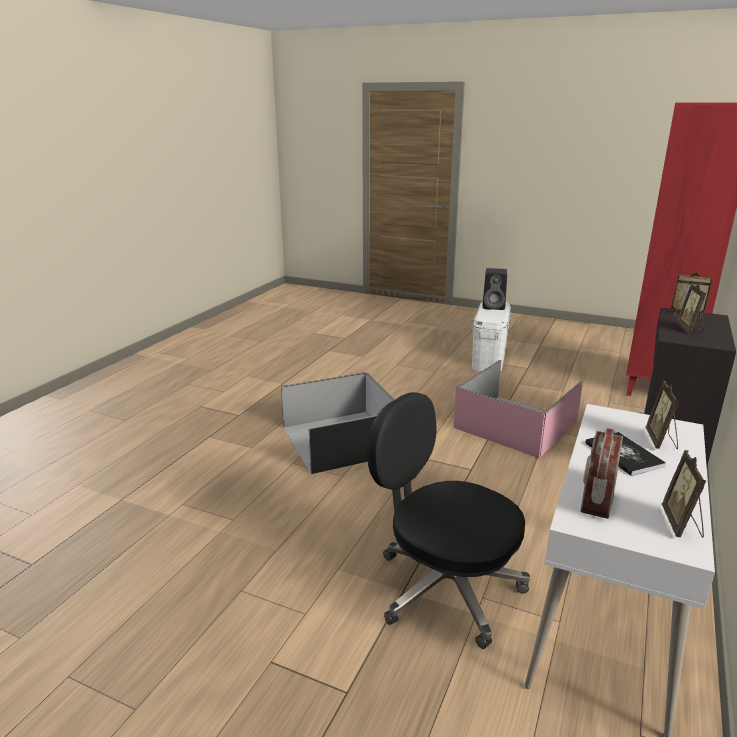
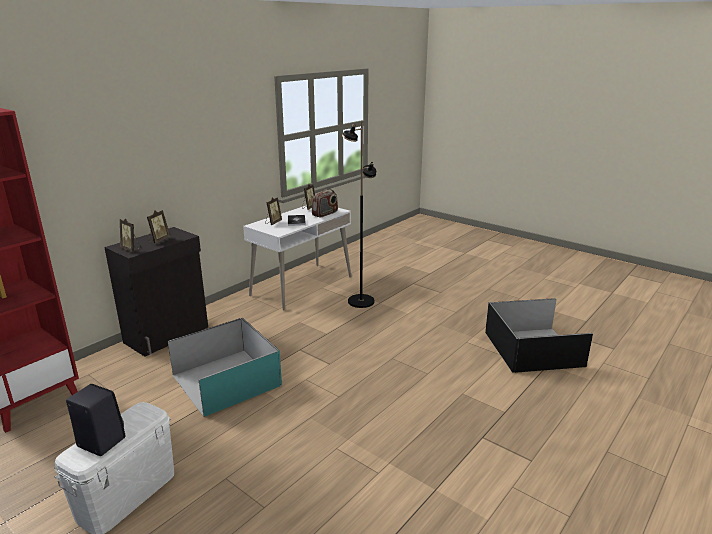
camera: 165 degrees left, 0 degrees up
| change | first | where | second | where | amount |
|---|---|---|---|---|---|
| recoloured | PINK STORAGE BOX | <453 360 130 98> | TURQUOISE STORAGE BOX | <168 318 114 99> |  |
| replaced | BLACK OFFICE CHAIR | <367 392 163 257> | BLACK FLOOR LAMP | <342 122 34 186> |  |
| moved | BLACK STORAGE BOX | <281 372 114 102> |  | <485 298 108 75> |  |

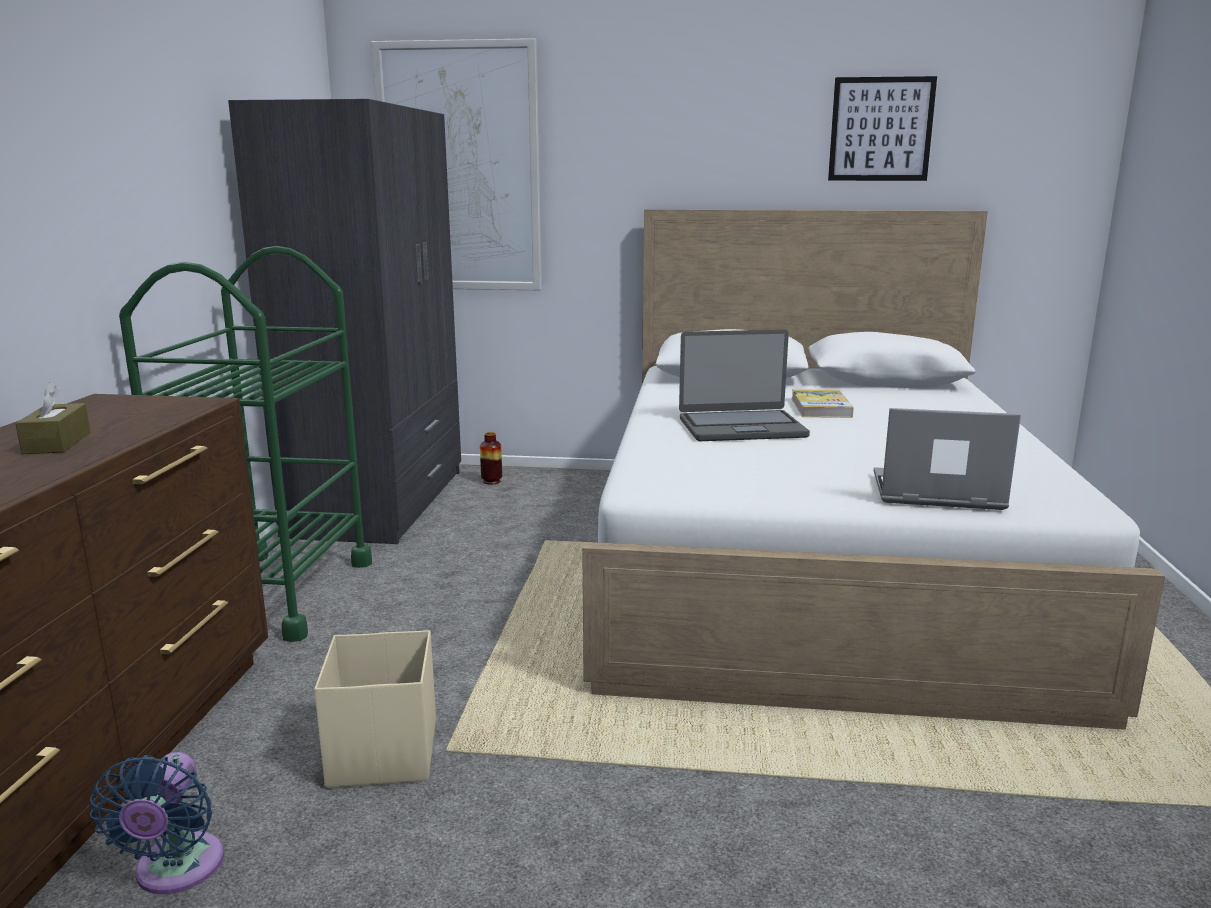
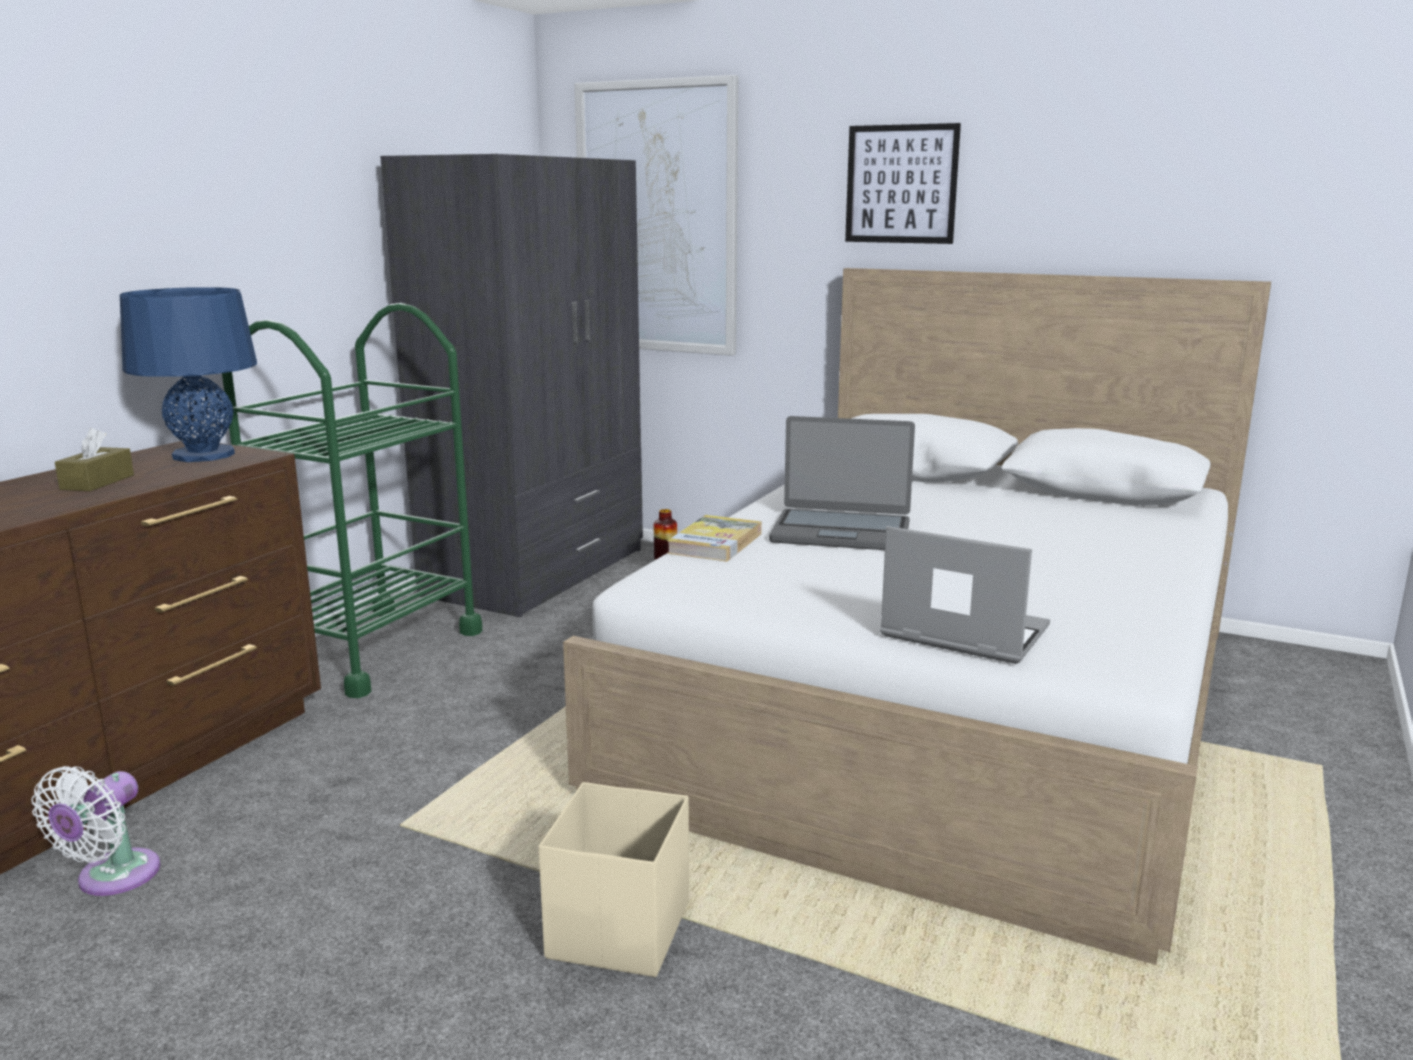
camera: 20 degrees right, 0 degrees up
| change | first | where | second | where | amount |
|---|---|---|---|---|---|
| recoloured | BLUE FAN | <90 752 134 142> | WHITE FAN | <31 766 129 130> |  |
| added |  |  | BLUE TABLE LAMP | <120 287 137 175> |  |
| moved | BEIGE STORAGE BOX | <314 630 122 158> |  | <538 782 151 195> |  |
| moved | BOOK | <791 389 63 29> |  | <667 515 95 47> |  |
| moved | PICTURE | <828 76 109 105> |  | <845 123 116 121> |  |

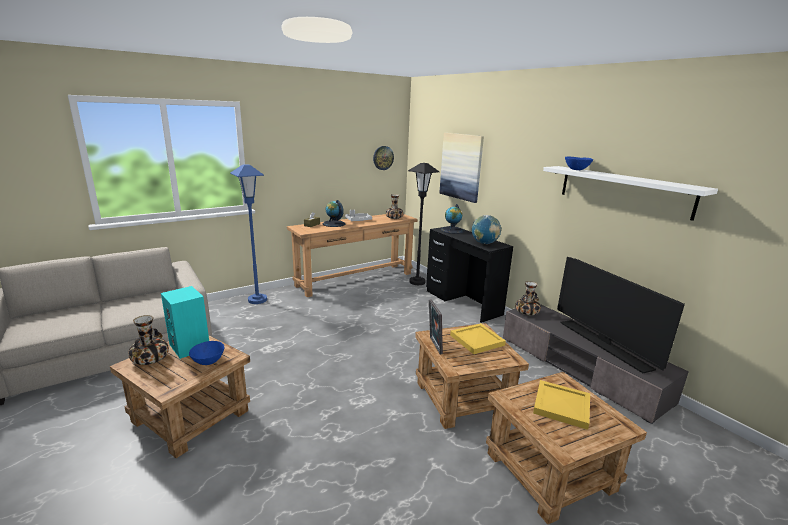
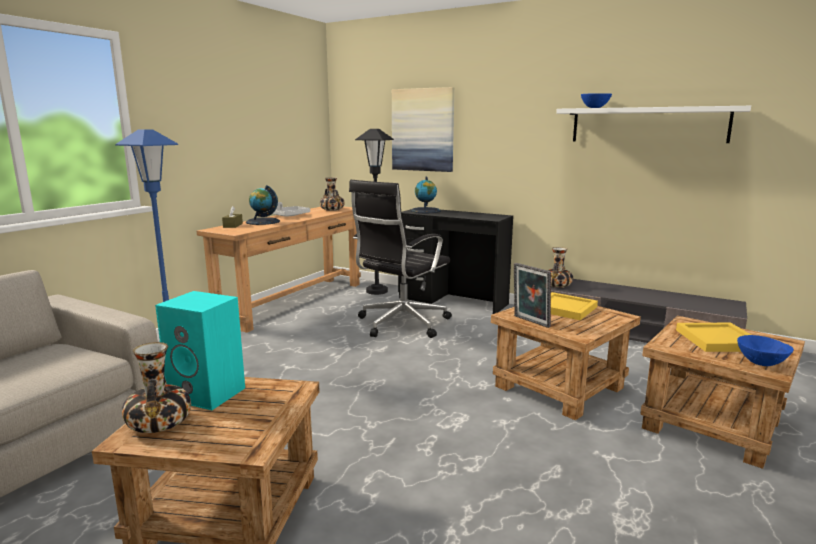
camera: 25 degrees left, 5 degrees down
| change | first | where | second | where | amount |
|---|---|---|---|---|---|
| added |  |  | BLACK OFFICE CHAIR | <349 180 103 158> |  |
| moved | BLUE BOWL | <189 341 35 24> |  | <737 335 57 31> |  |
| removed | WALL CLOCK | <373 146 21 24> |  |  |  |
| removed | GLOBE | <472 215 29 29> |  |  |  |
| removed | TELEVISION | <557 257 128 116> |  |  |  |

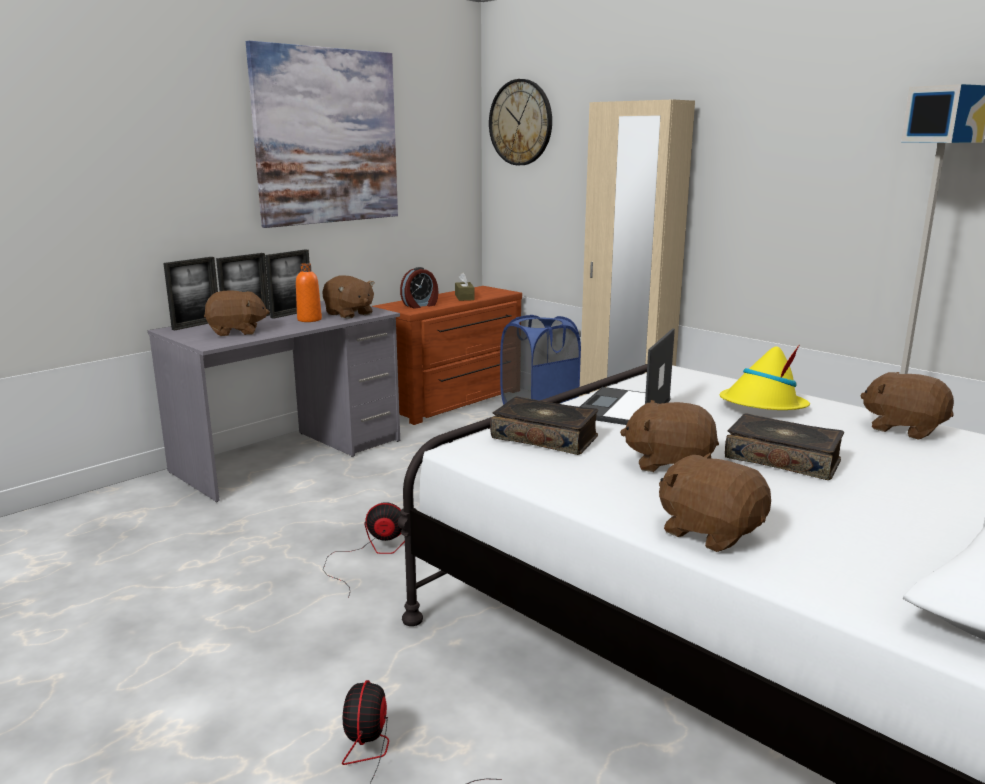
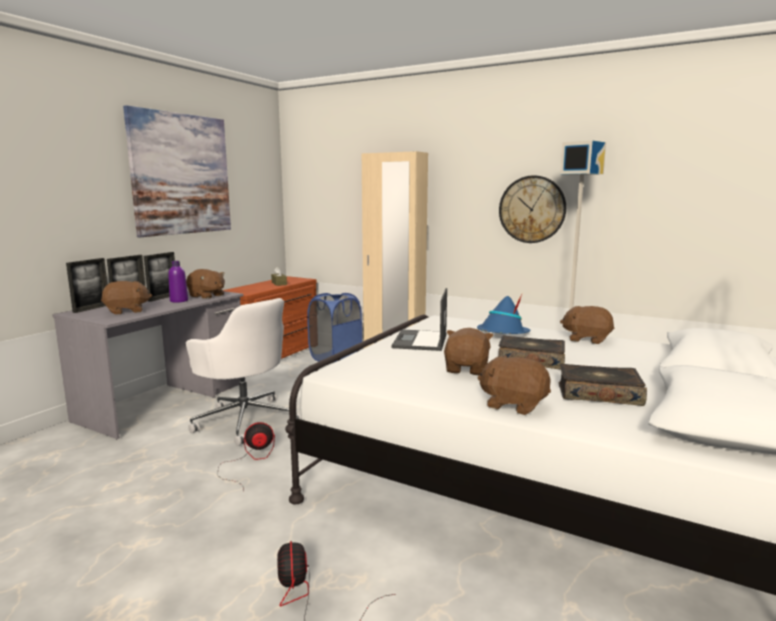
camera: 15 degrees left, 5 degrees down
| change | first | where | second | where | amount |
|---|---|---|---|---|---|
| recoloured | ORANGE BOTTLE | <296 263 26 59> | PURPLE BOTTLE | <168 261 20 42> |  |
| added |  |  | WHITE OFFICE CHAIR | <186 298 115 148> |  |
| turned | BROWN PLUSH TOY | <620 400 99 72> |  | <444 328 49 47> | 105 degrees clockwise |
| recoloured | YELLOW HAT | <720 344 90 66> | BLUE HAT | <477 294 54 40> |  |
| moved | WALL CLOCK | <489 79 63 86> |  | <499 175 67 68> |  |
| moved | BOOK | <490 397 108 58> |  | <559 364 88 42> |  |
| removed | ALARM CLOCK | <400 267 39 41> |  |  |  |

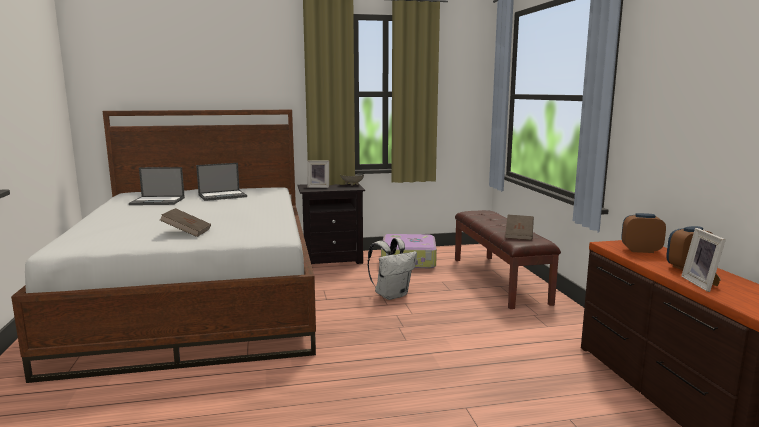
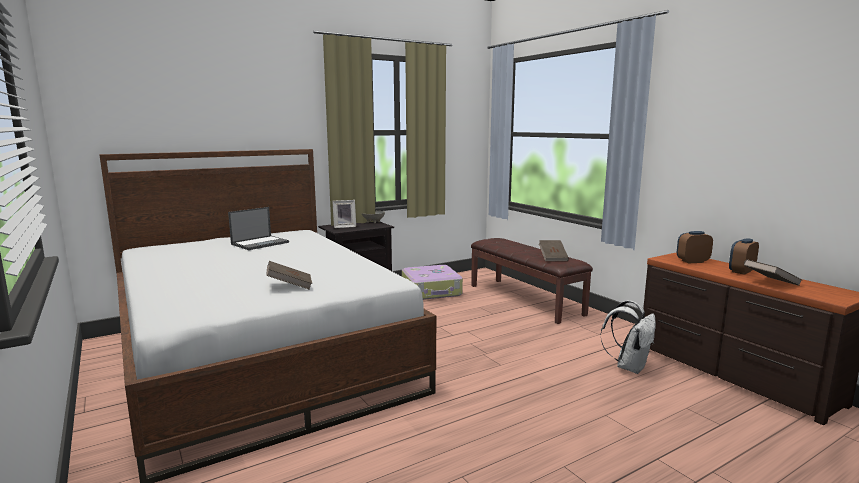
camera: 20 degrees left, 0 degrees up
| change | first | where | second | where | amount |
|---|---|---|---|---|---|
| moved | WHITE BACKPACK | <368 238 49 62> |  | <600 300 56 74> |  |
| replaced | PICTURE FRAME | <681 228 45 64> | BROWN BOOK | <744 259 58 27> |  |
| removed | LAPTOP | <129 167 56 38> |  |  |  |

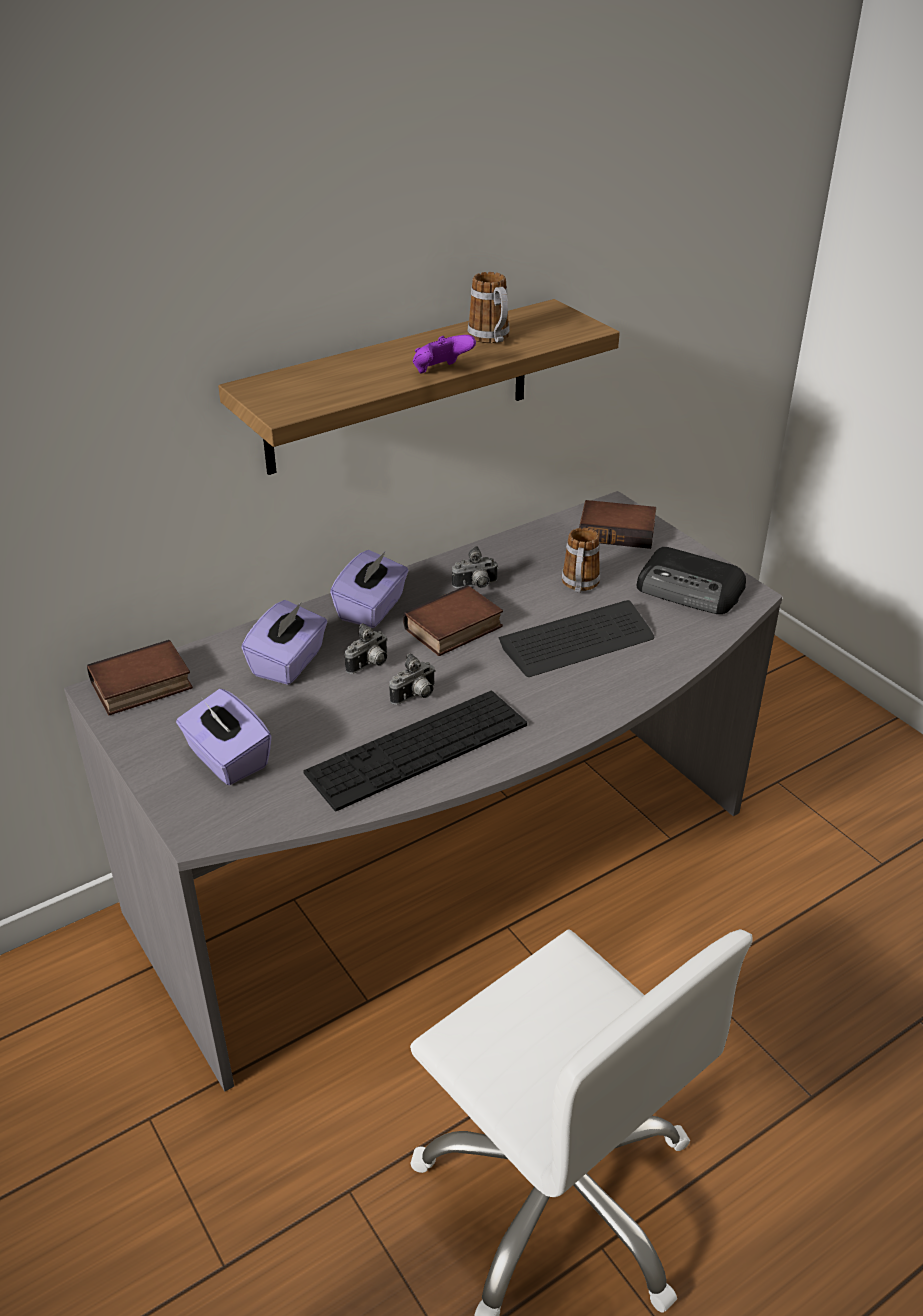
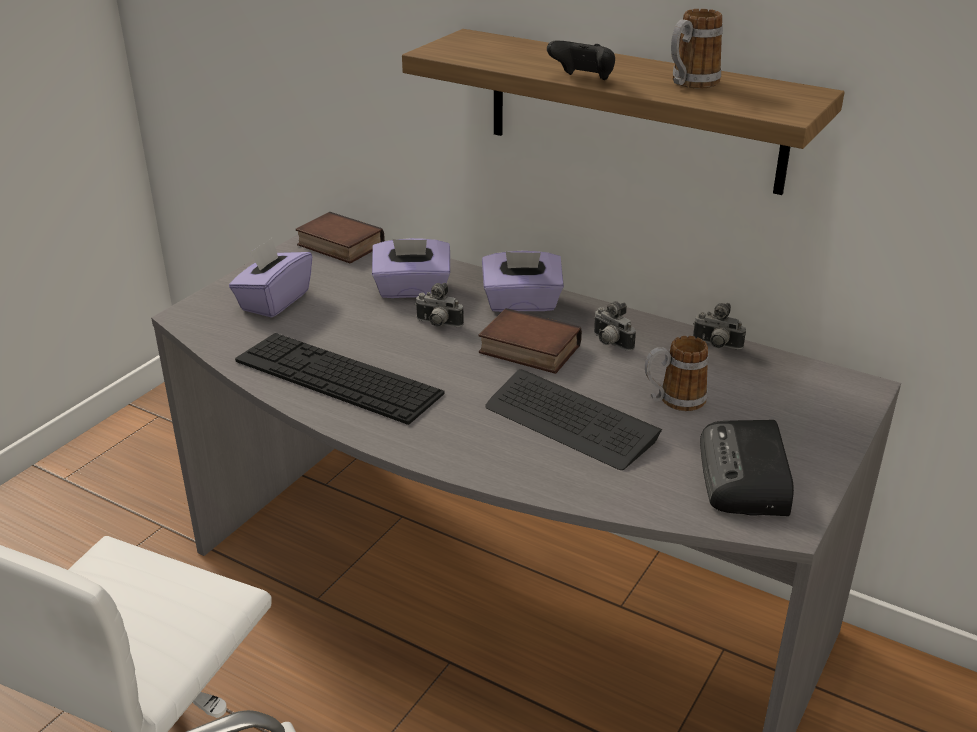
camera: 65 degrees right, 5 degrees down
| change | first | where | second | where | amount |
|---|---|---|---|---|---|
| recoloured | PURPLE GAME CONTROLLER | <413 335 63 39> | BLACK GAME CONTROLLER | <547 41 68 39> |  |
| moved | PHOTO CAMERA | <389 653 47 52> |  | <693 303 53 46> |  |
| removed | BOOK | <579 500 77 49> |  |  |  |

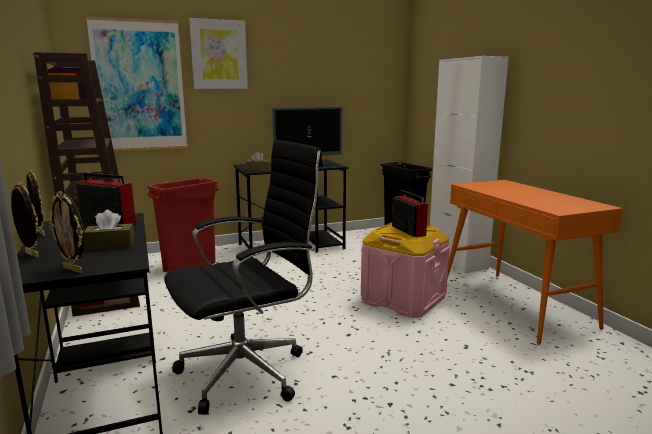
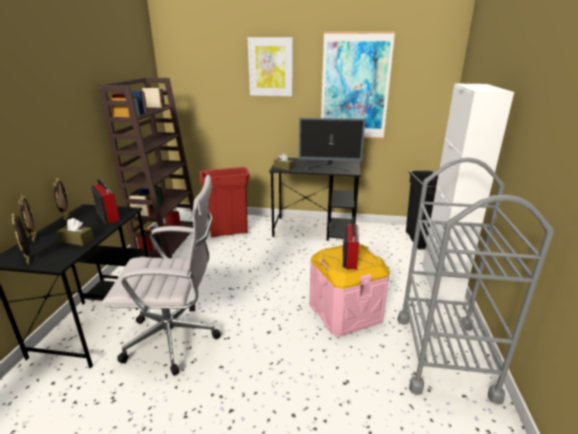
camera: 30 degrees right, 10 degrees up
| change | first | where | second | where | amount |
|---|---|---|---|---|---|
| recoloured | BLACK OFFICE CHAIR | <164 140 159 275> | WHITE OFFICE CHAIR | <102 175 119 201> |  |
| moved | PICTURE | <86 16 101 135> |  | <321 31 74 108> |  |
| replaced | ORANGE CONSOLE TABLE | <447 180 176 165> | GREY CART | <397 157 157 248> |  |

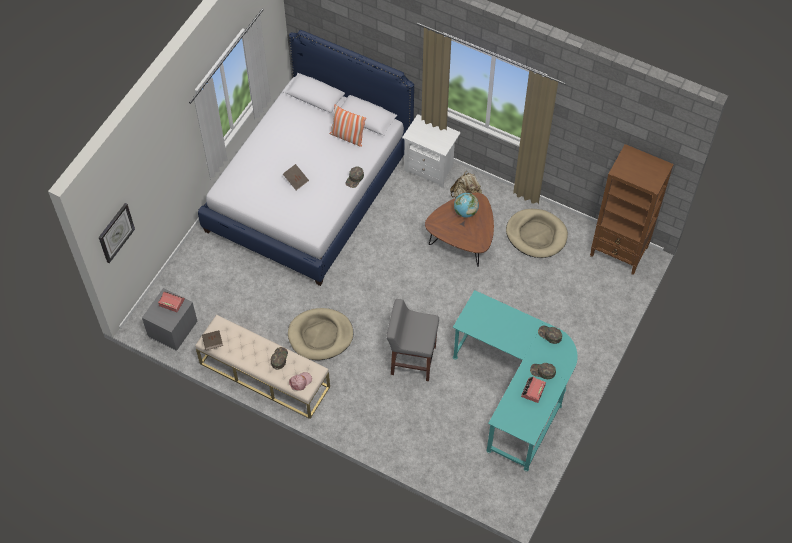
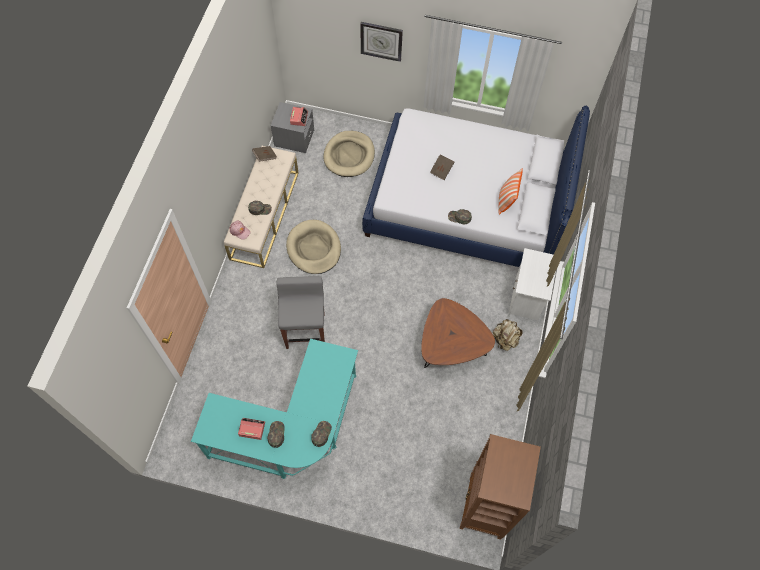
camera: 75 degrees right, 5 degrees up
| change | first | where | second | where | amount |
|---|---|---|---|---|---|
| moved | BEIGE DOG BED | <506 209 62 49> |  | <323 131 52 46> |  |
| moved | WALL CLOCK | <98 203 37 60> |  | <360 22 43 40> |  |
| removed | GLOBE | <454 193 25 25> |  |  |  |

